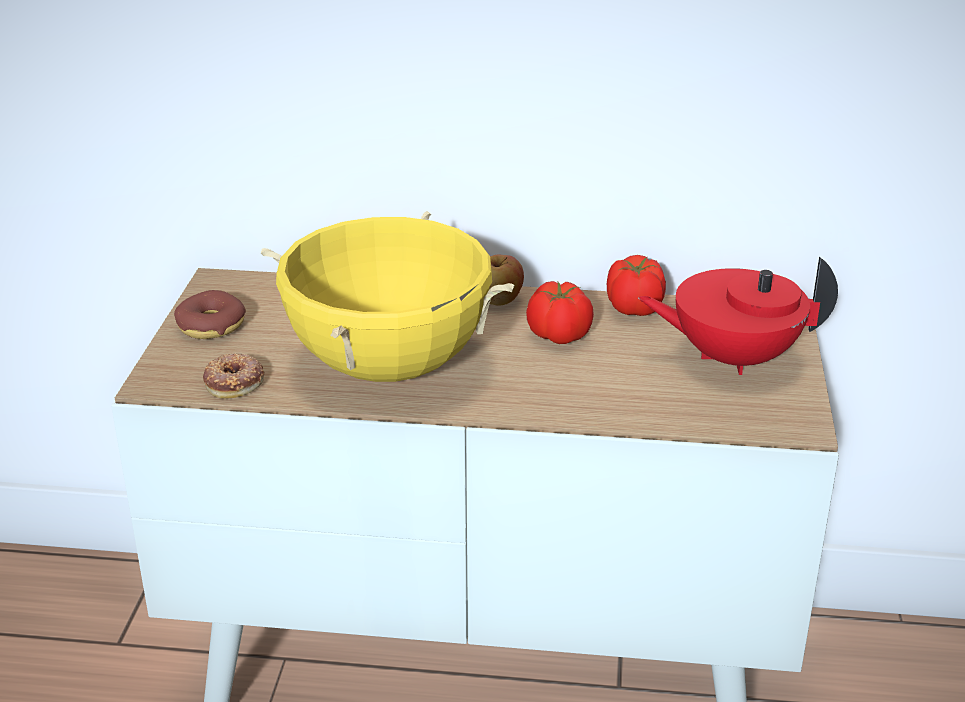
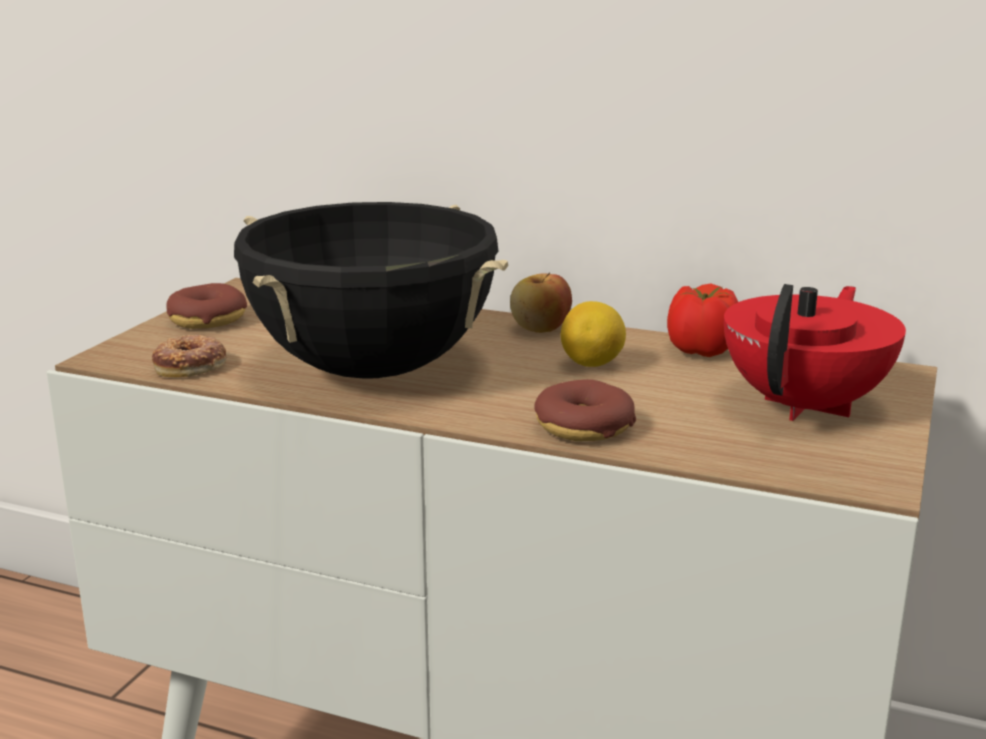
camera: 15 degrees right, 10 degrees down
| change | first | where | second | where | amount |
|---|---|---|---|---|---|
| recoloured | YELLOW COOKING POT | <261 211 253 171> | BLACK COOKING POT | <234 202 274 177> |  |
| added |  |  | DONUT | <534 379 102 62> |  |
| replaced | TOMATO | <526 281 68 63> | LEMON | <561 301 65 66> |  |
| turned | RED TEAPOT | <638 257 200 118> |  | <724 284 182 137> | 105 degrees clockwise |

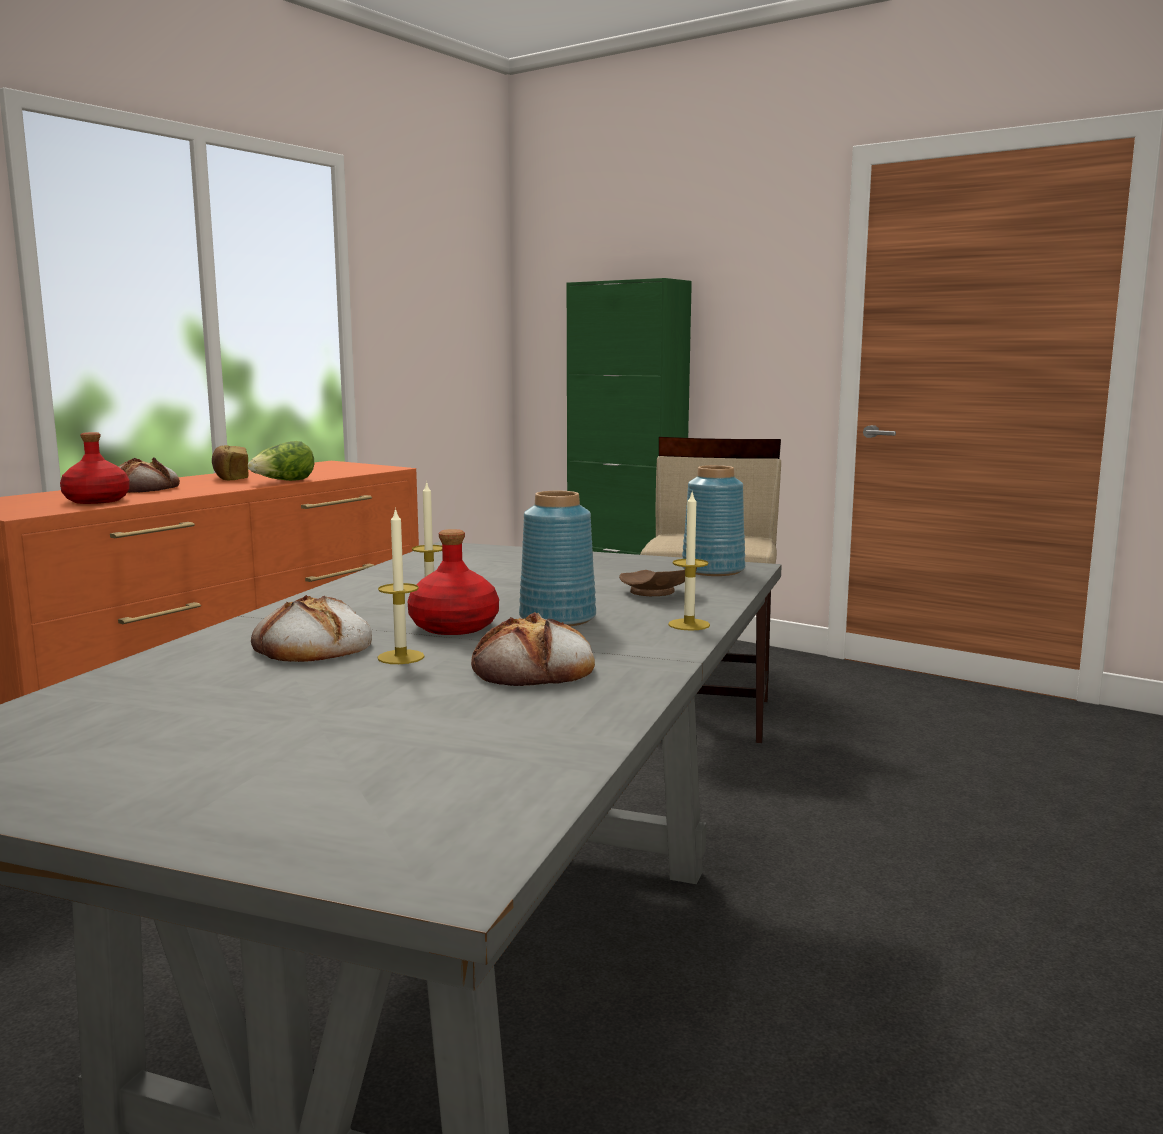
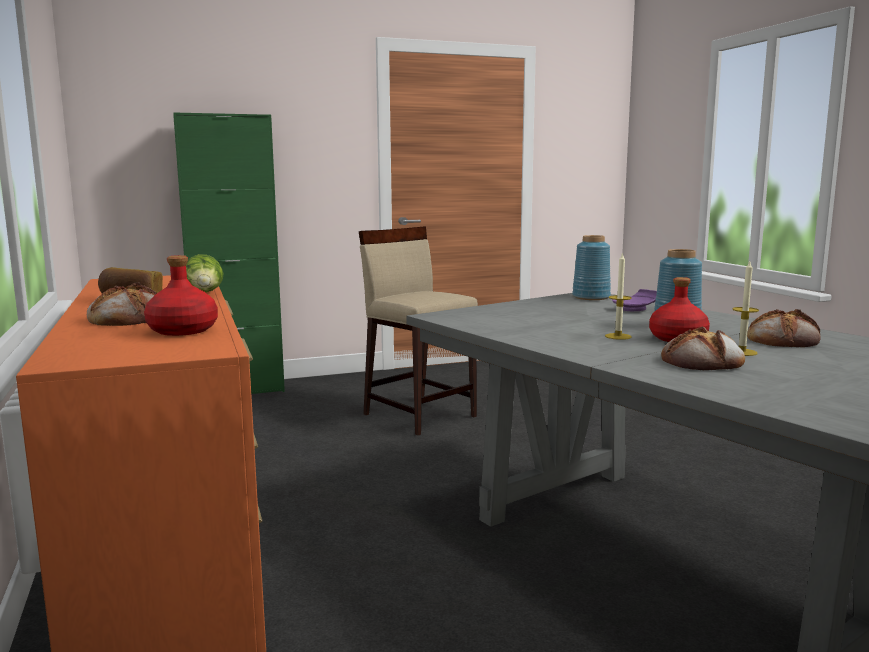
camera: 55 degrees left, 0 degrees up
| change | first | where | second | where | amount |
|---|---|---|---|---|---|
| recoloured | BROWN PLATE | <619 567 78 30> | PURPLE PLATE | <612 289 45 22> |  |
| removed | CANDLE | <668 490 42 141> |  |  |  |

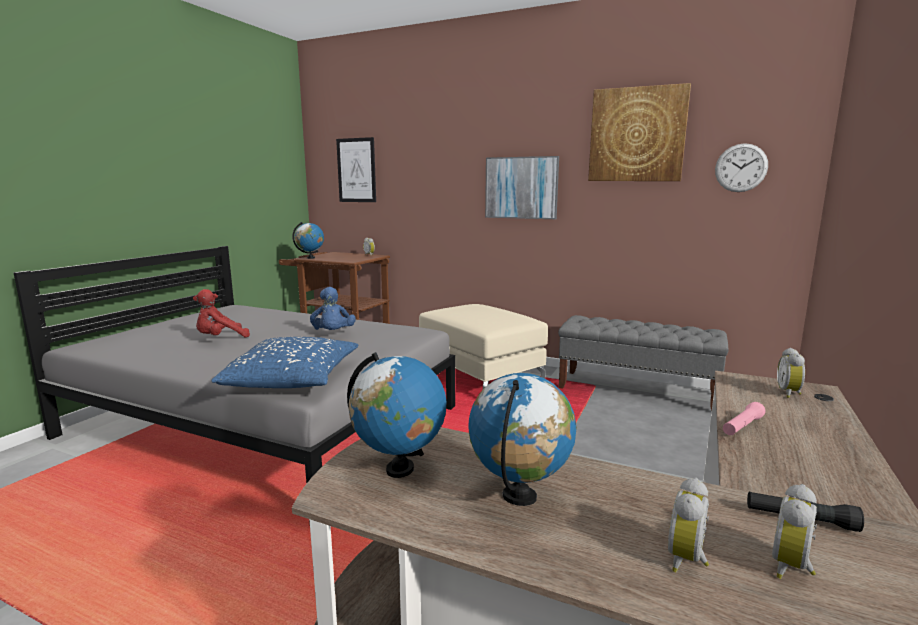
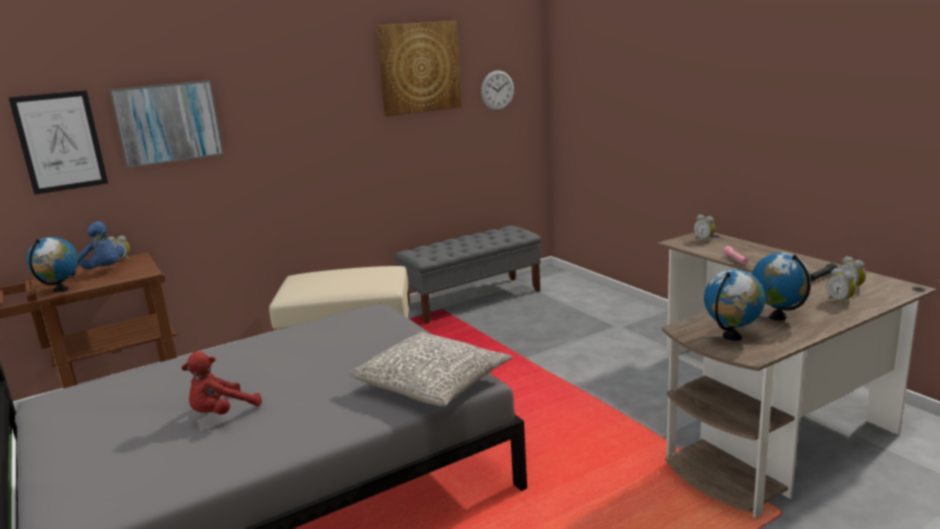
camera: 55 degrees left, 5 degrees up
| change | first | where | second | where | amount |
|---|---|---|---|---|---|
| moved | BLUE PLUSH TOY | <310 287 46 43> |  | <70 221 54 55> |  |
| moved | PICTURE | <485 156 74 63> |  | <109 80 114 88> |  |
| turned | RED PLUSH TOY | <193 289 57 49> |  | <181 351 81 64> | 45 degrees clockwise |
| recoloured | BLUE PILLOW | <211 337 147 51> | GREY PILLOW | <348 332 165 75> |  |

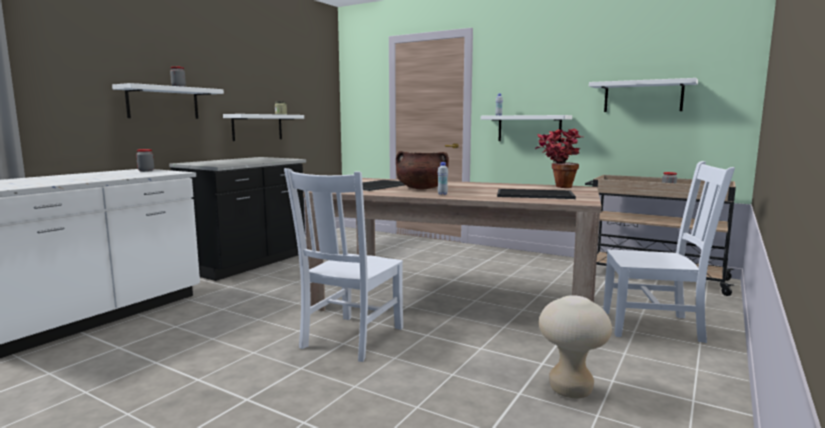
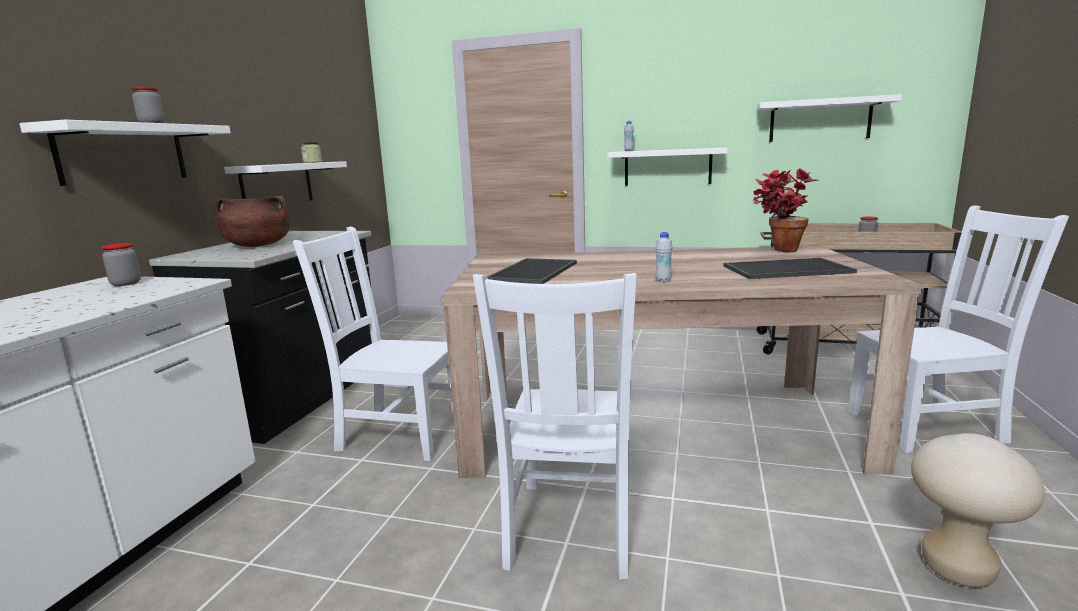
camera: 15 degrees left, 5 degrees up
| change | first | where | second | where | amount |
|---|---|---|---|---|---|
| moved | BROWN COOKING POT | <396 151 53 38> |  | <215 196 75 51> |  |
| added |  |  | WHITE CHAIR | <293 227 160 234> |  |

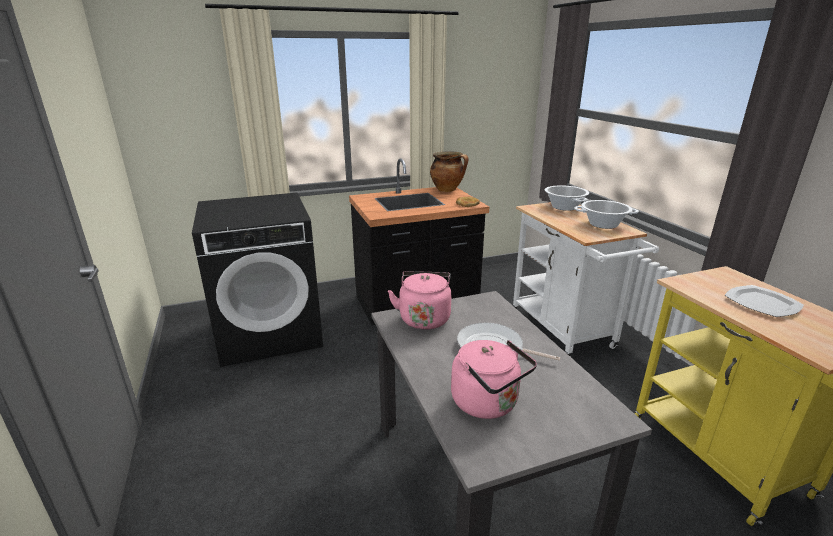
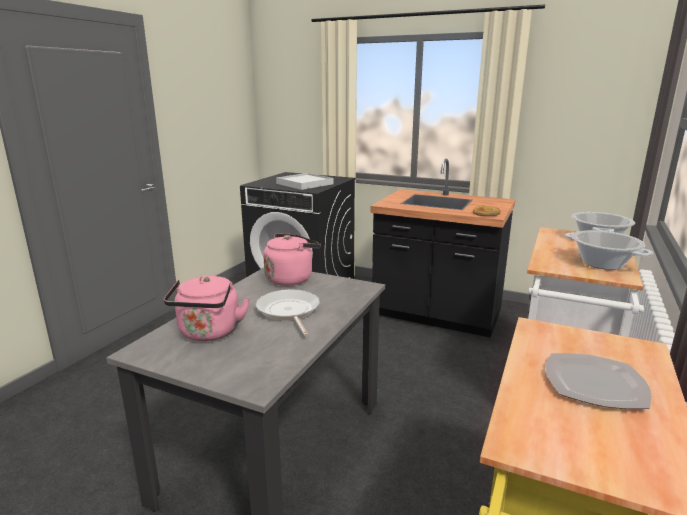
camera: 45 degrees right, 5 degrees down
| change | first | where | second | where | amount |
|---|---|---|---|---|---|
| added |  |  | WHITE TRAY | <276 173 58 17> |  |
| removed | COOKING POT | <430 152 39 40> |  |  |  |

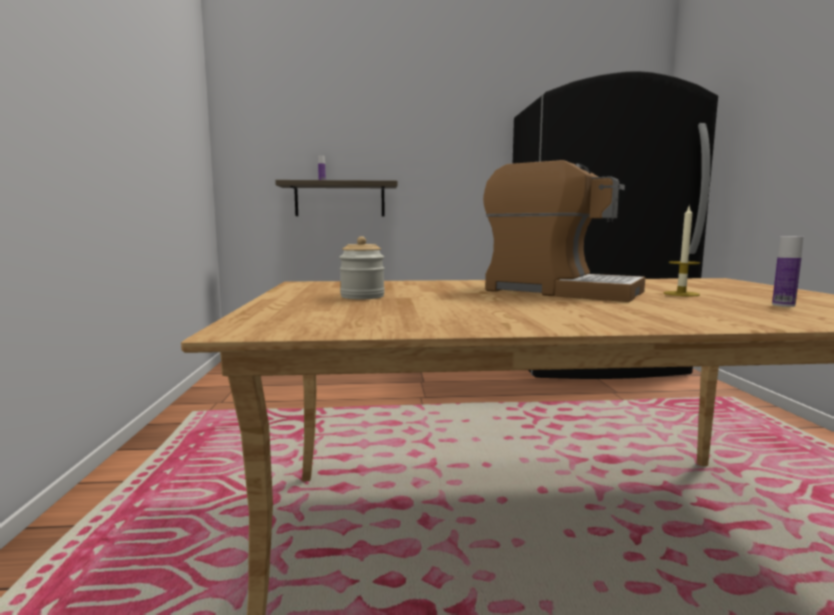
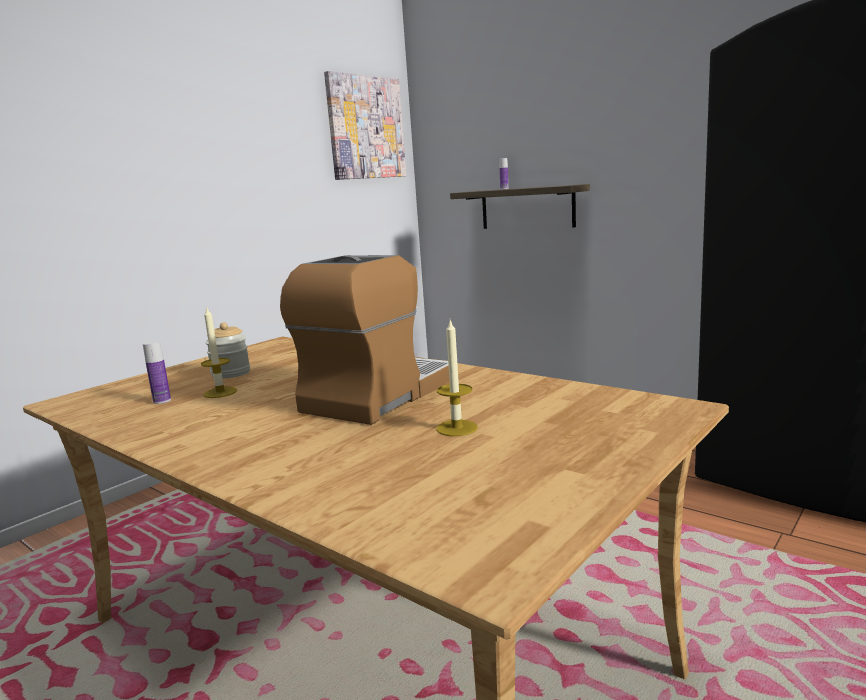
camera: 45 degrees right, 5 degrees up
| change | first | where | second | where | amount |
|---|---|---|---|---|---|
| moved | BOTTLE | <772 236 31 71> |  | <143 341 28 63> |  |
| added |  |  | CANDLE | <201 306 36 92> |  |
| turned | COFFEE MACHINE | <483 160 162 142> |  | <280 255 169 170> | 135 degrees counterclockwise |
| added |  |  | PICTURE | <324 71 82 109> |  |

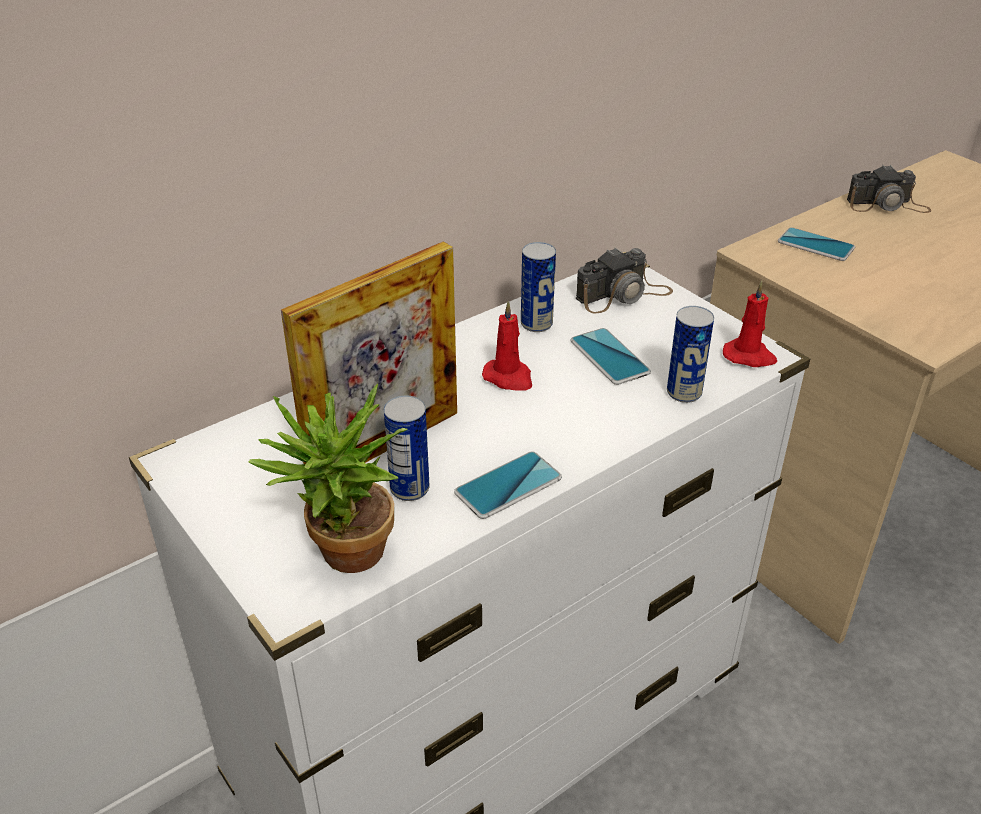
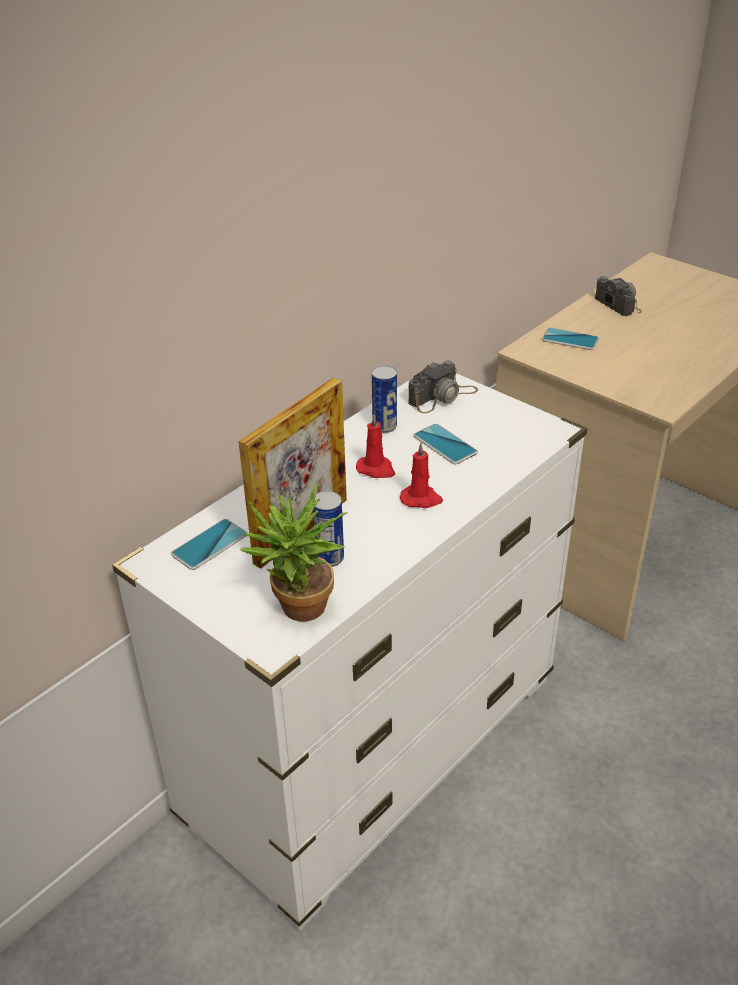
camera: 10 degrees left, 0 degrees up
| change | first | where | second | where | amount |
|---|---|---|---|---|---|
| moved | PHONE | <454 451 108 68> |  | <171 519 76 51> |  |
| moved | RED CANDLE | <723 281 54 86> |  | <400 443 43 65> |  |
| turned | PHOTO CAMERA | <847 164 85 49> |  | <595 276 47 40> | 105 degrees counterclockwise |
| removed | CAN | <667 306 47 97> |  |  |  |

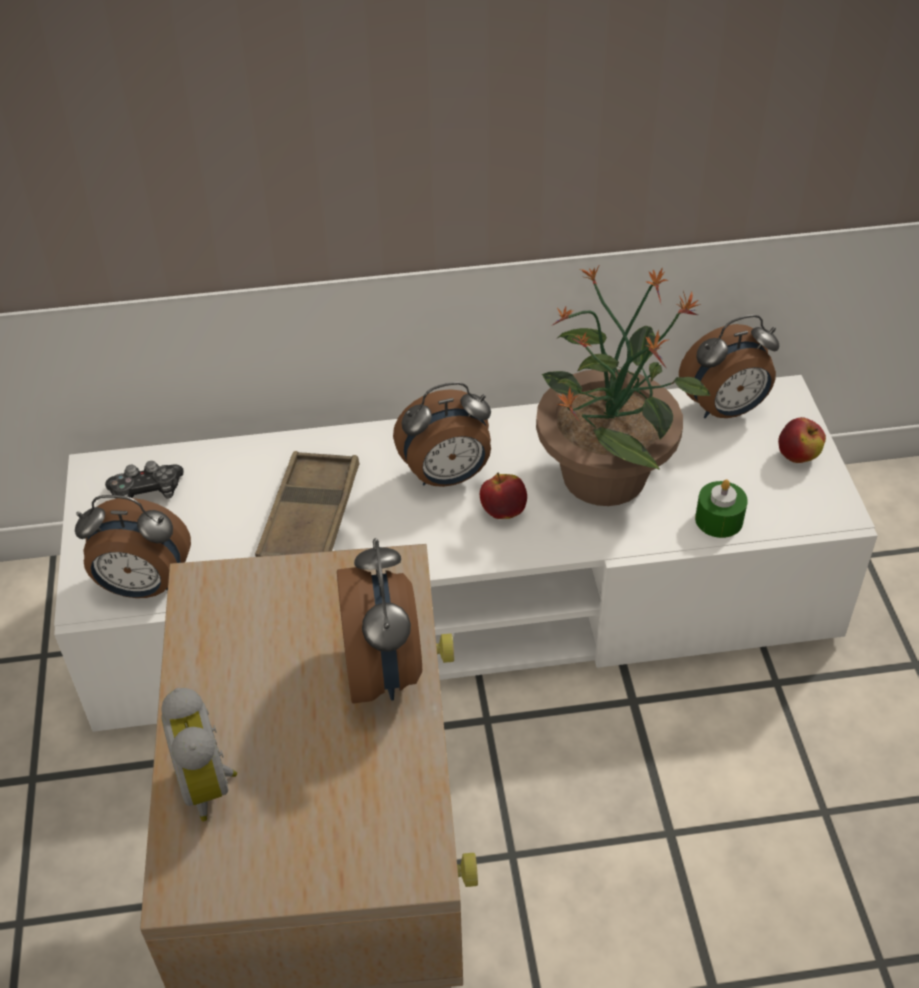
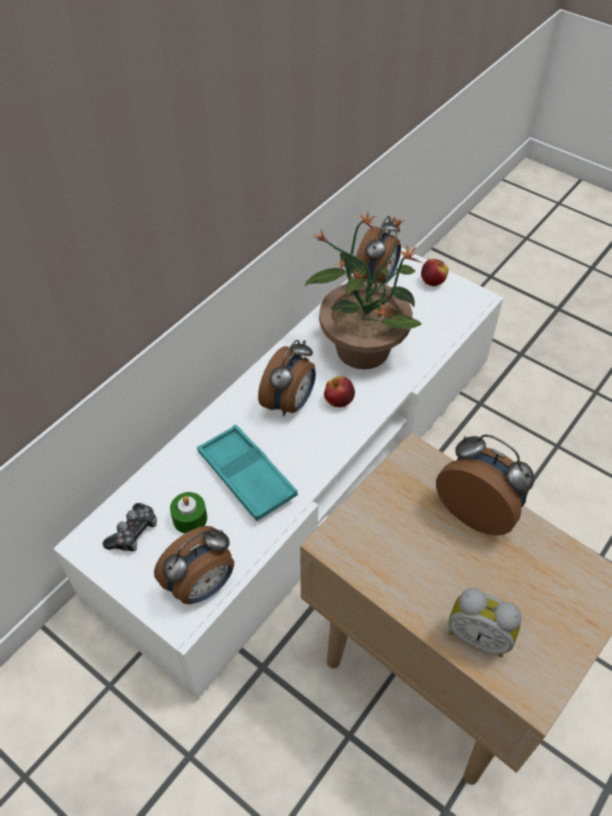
camera: 45 degrees left, 5 degrees up
| change | first | where | second | where | amount |
|---|---|---|---|---|---|
| moved | GREEN CANDLE | <695 479 53 59> |  | <170 492 37 41> |  |
| recoloured | BROWN TRAY | <255 451 105 106> | TURQUOISE TRAY | <197 424 101 97> |  |

